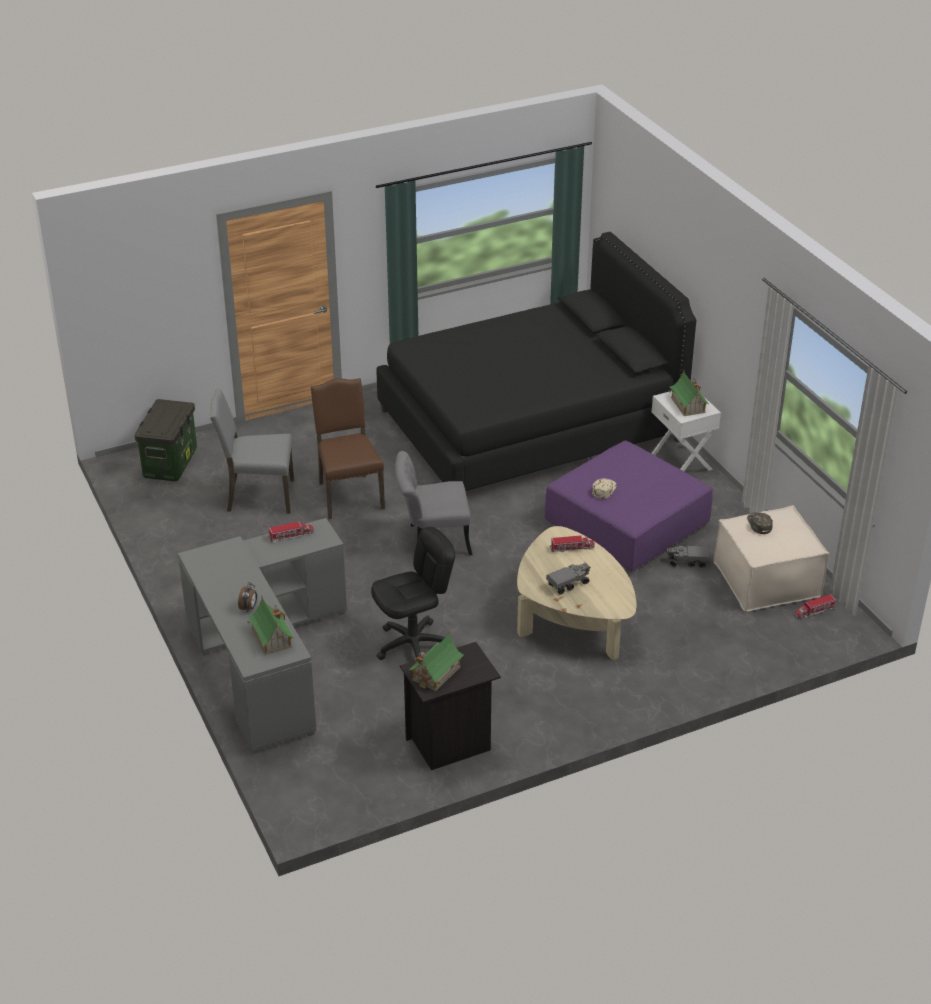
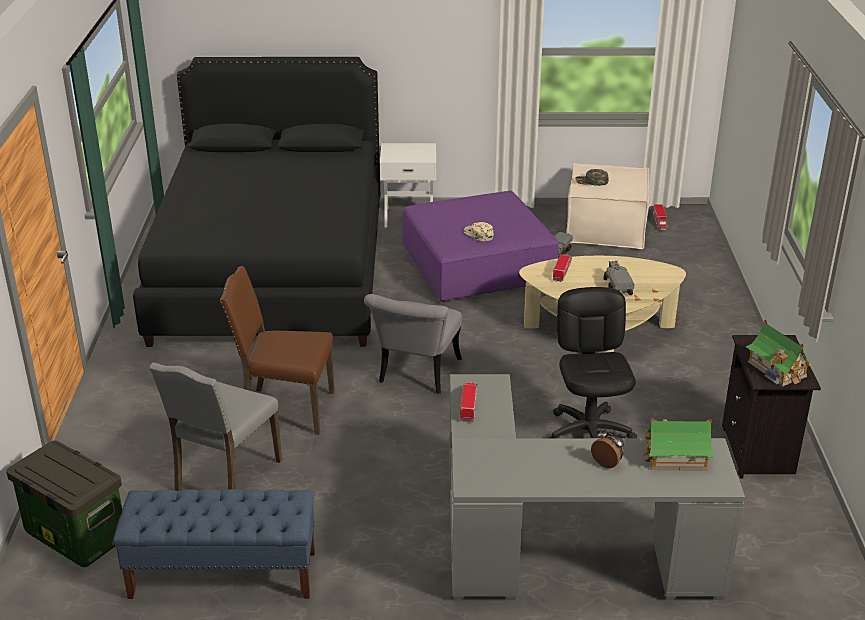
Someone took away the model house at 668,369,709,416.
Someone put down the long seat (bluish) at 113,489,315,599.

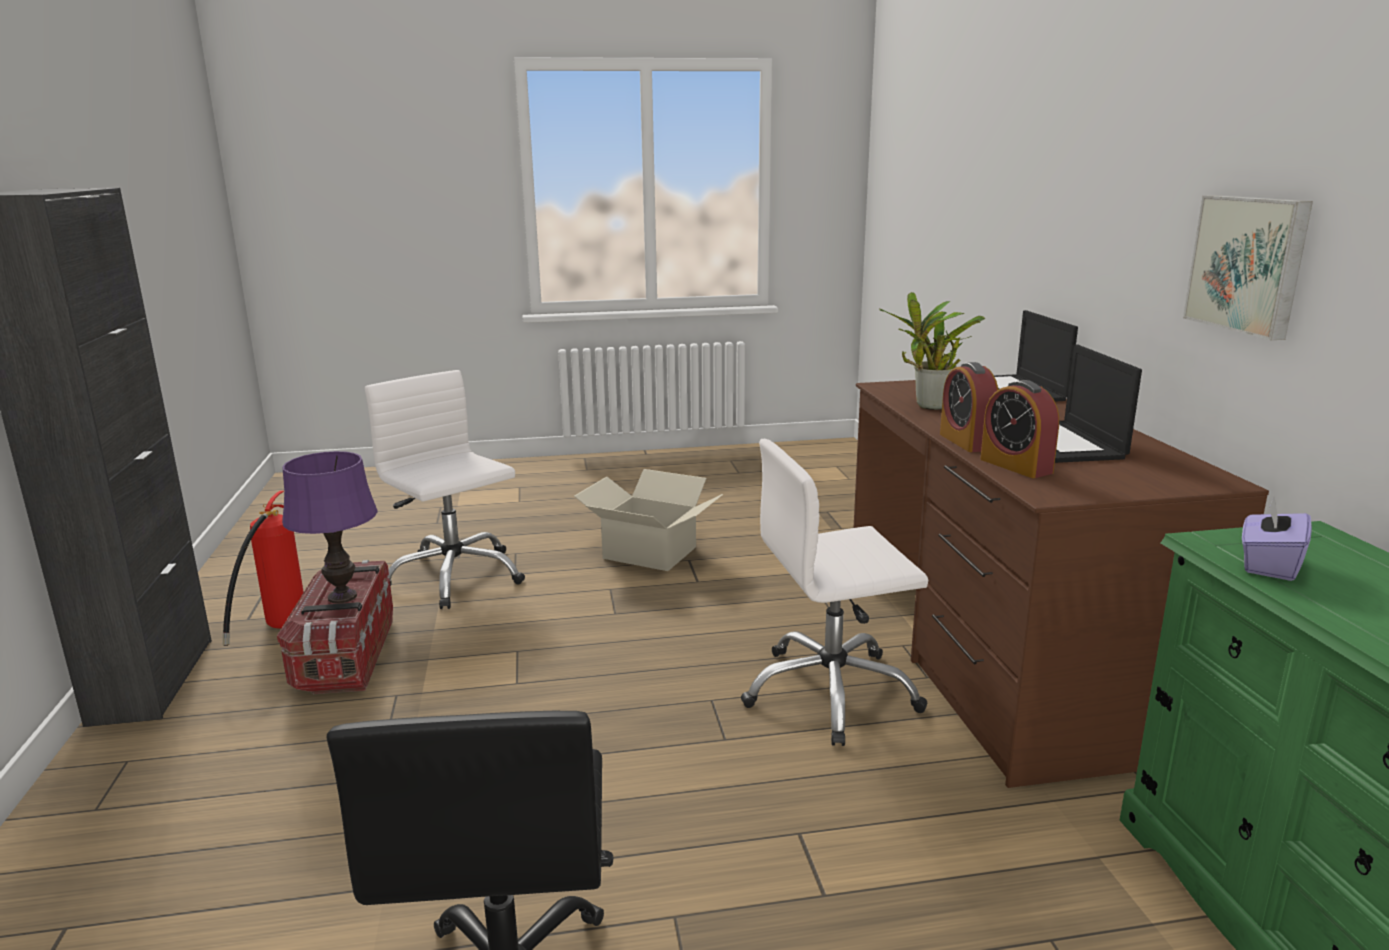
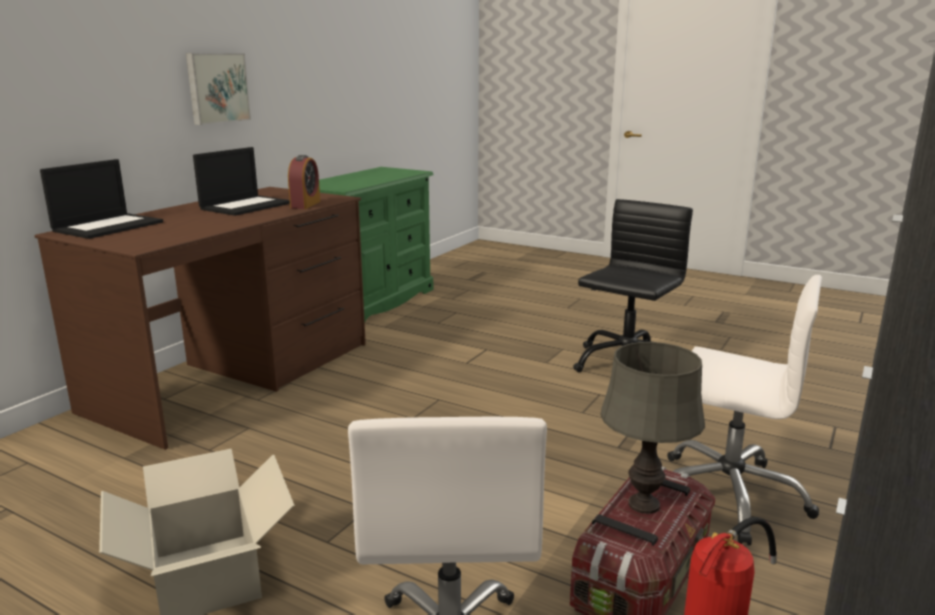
Someone repainted the tabletop lamp (purplish) at 282,451,378,604, which became the tabletop lamp (grey) at 600,342,705,514.
Someone carried the desk chair (white-coloured) from 741,439,928,746 to 667,275,822,546.
Someone took away the potted plant at 879,292,985,410.
Someone took away the table clock at 940,362,999,452.
Someone took away the tissue holder (purplish) at 1242,496,1312,581.

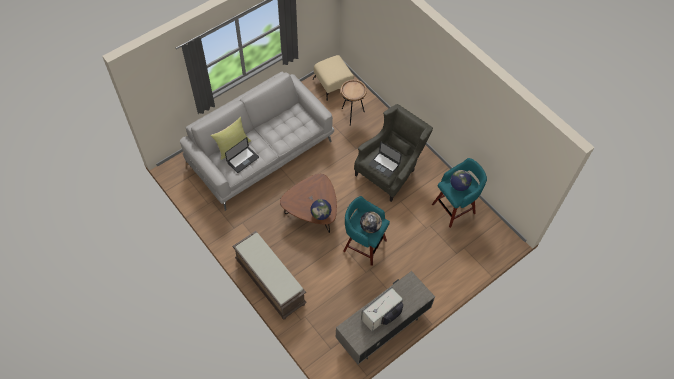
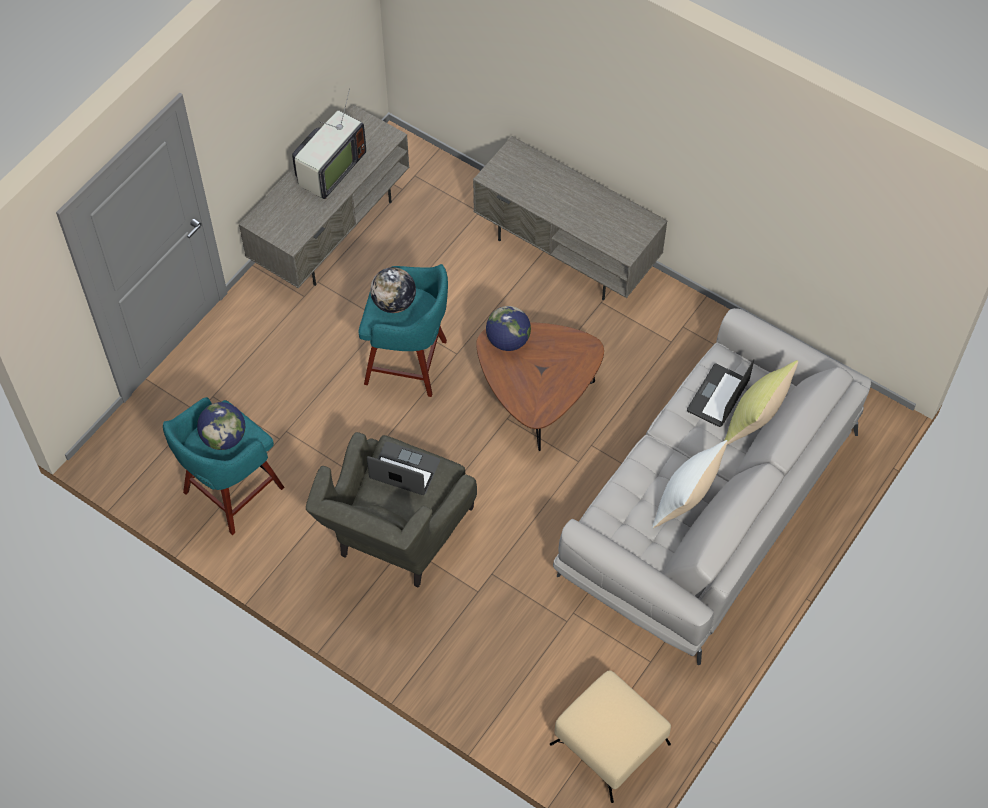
Someone swapped the long seat (brown) at 232,231,307,320 for the tv unit (grey) at 473,136,668,300.
Someone took away the end table (brown) at 341,79,367,126.
Someone put down the throw pillow (white-coloured) at 652,440,728,528.

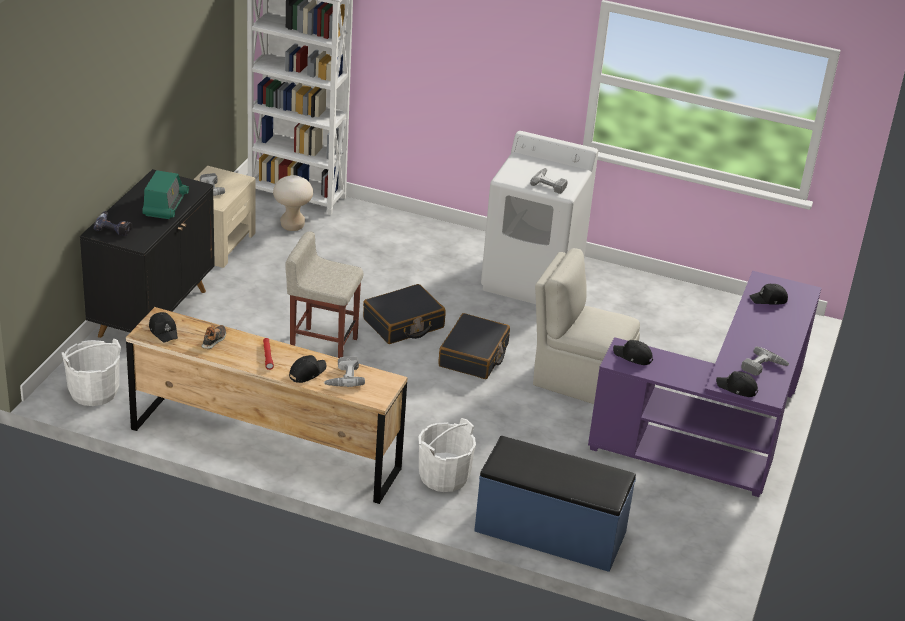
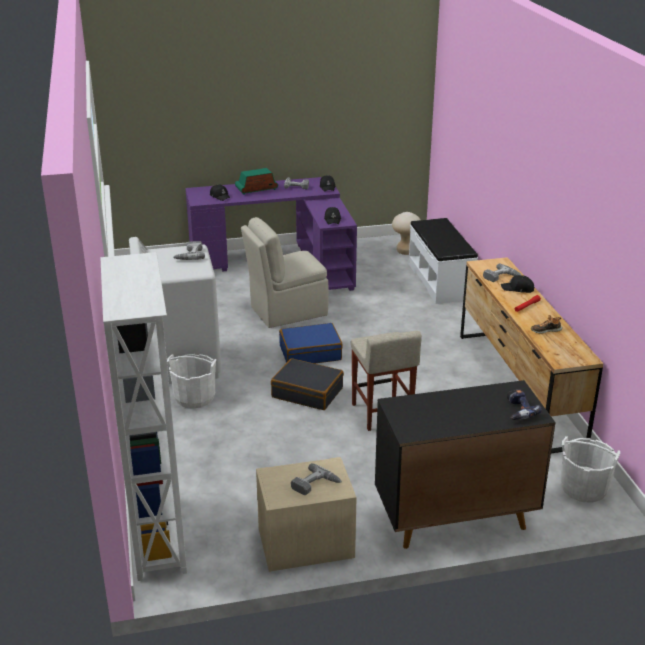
Someone carried the radio receiver from 142,170,189,219 to 235,168,278,195.
Someone took away the peaked cap (black) at 149,312,178,342.
Someone carried the stool (beige) from 273,175,313,231 to 392,212,420,255.
Someone carried the pail (white-coloured) from 418,418,476,492 to 167,354,217,408.
Someone repainted the suitcase (black) at 438,313,510,379, which became the suitcase (bluish) at 279,323,343,364.
Someone repainted the long seat (bluish) at 474,436,636,572, which became the long seat (white-coloured) at 409,218,478,304.
Someone rotated the chair (beige) at 533,248,640,404 by 75 degrees clockwise.

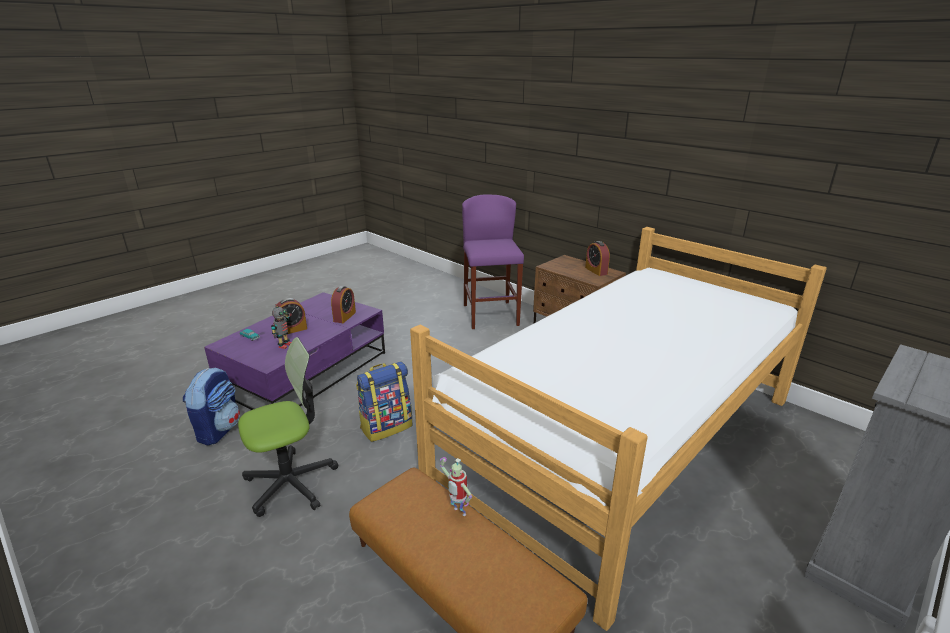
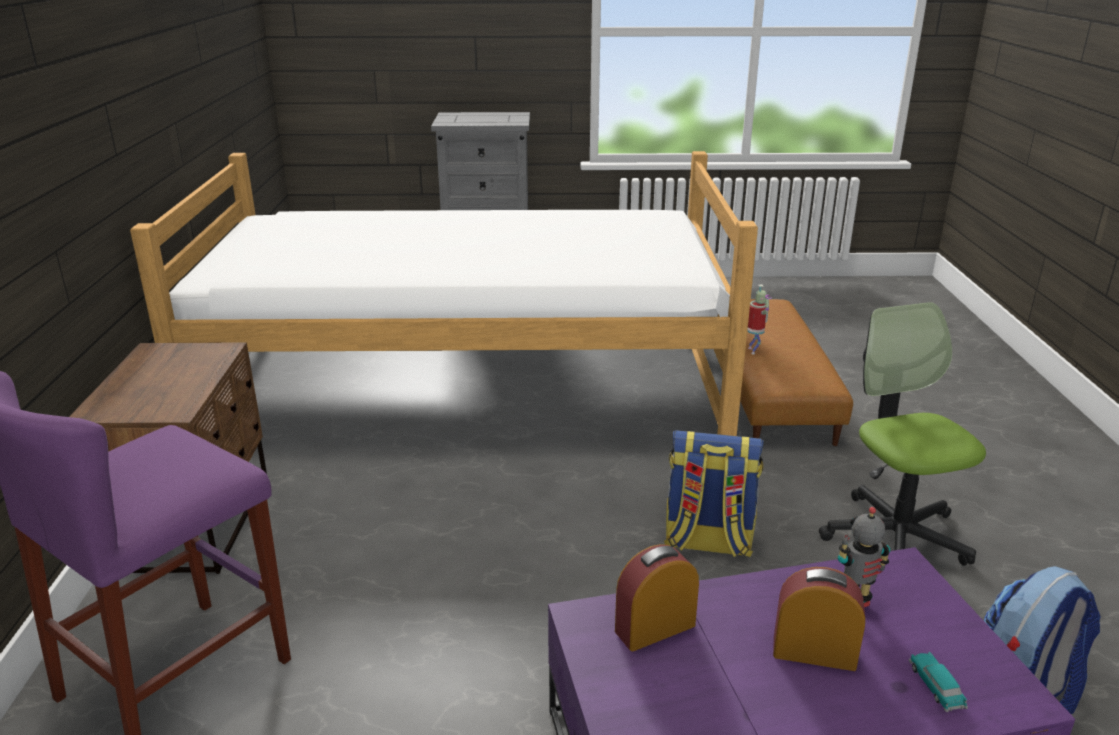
Someone rotated the desk chair at 238,337,338,517 by 60 degrees clockwise.
Someone took away the table clock at 585,241,610,276.

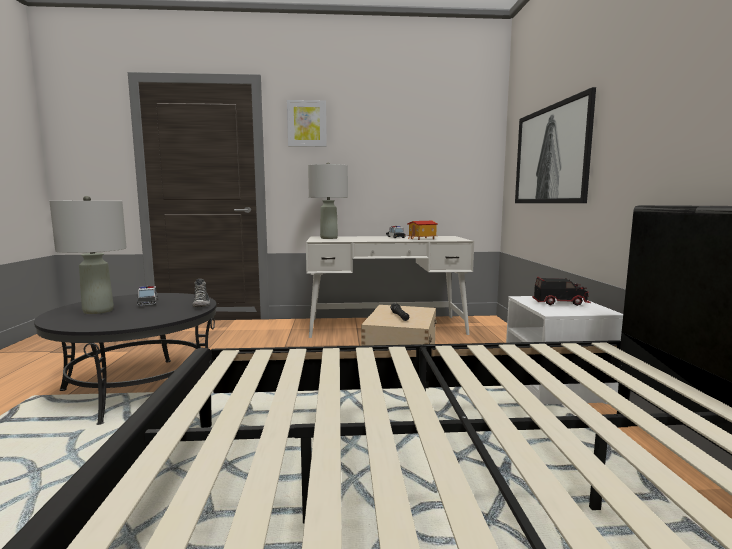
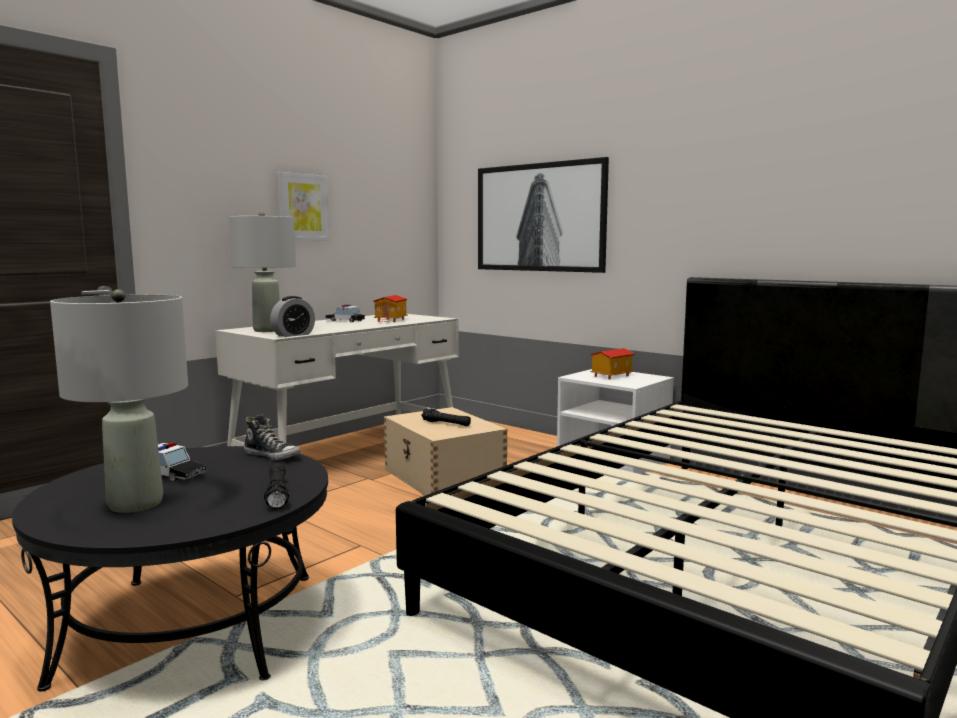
Someone carried the wall picture from 287,100,327,147 to 277,172,330,240.
Someone swapped the model truck at 532,277,591,306 for the model house at 590,348,634,379.
Someone put down the hand torch (black) at 264,463,289,510.
Someone put down the table clock at 270,296,315,337.

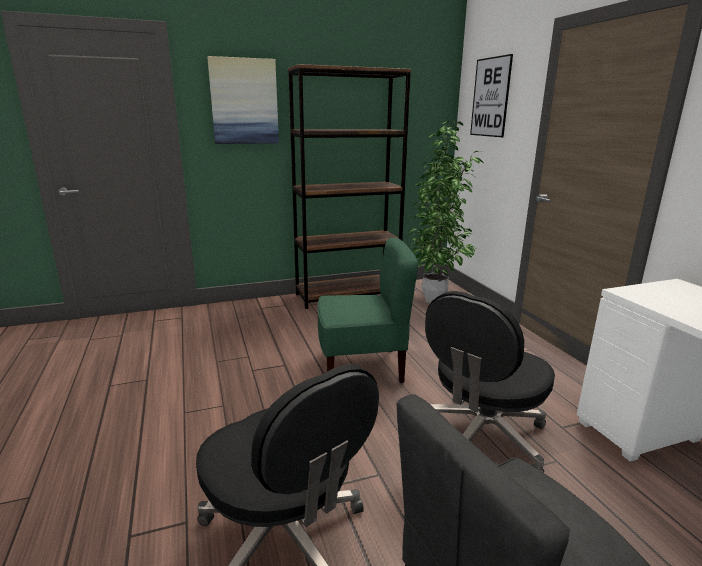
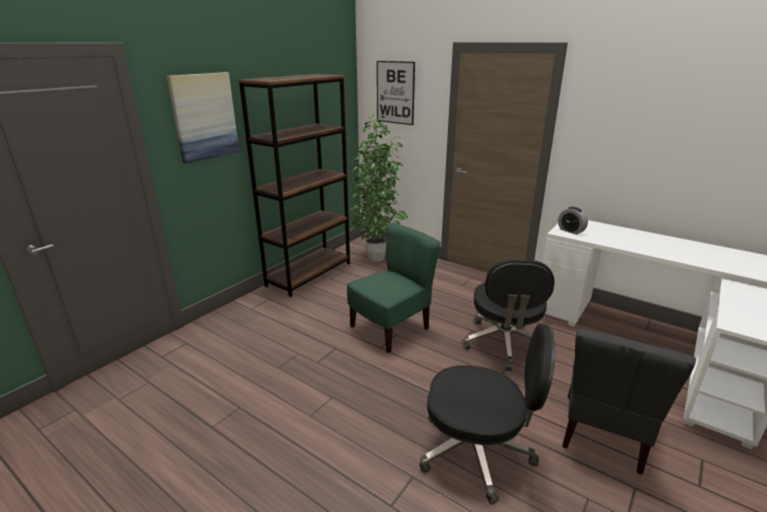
Someone put down the table clock at 558,207,588,235.

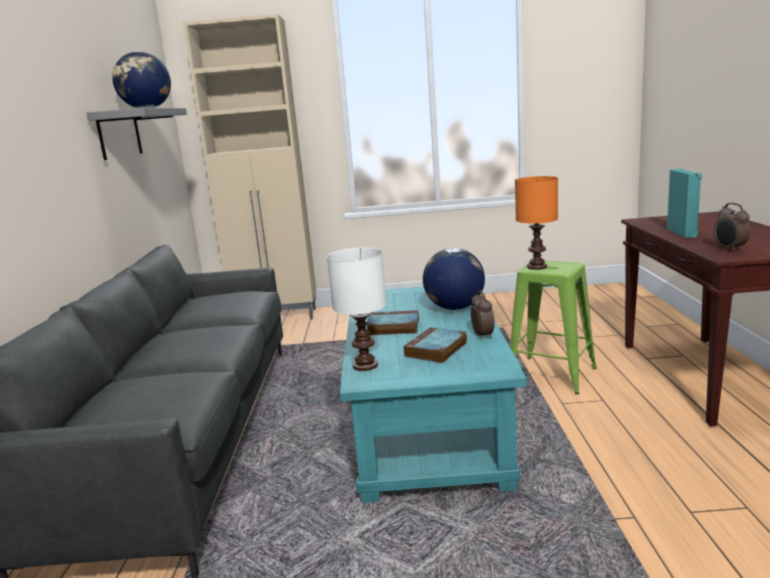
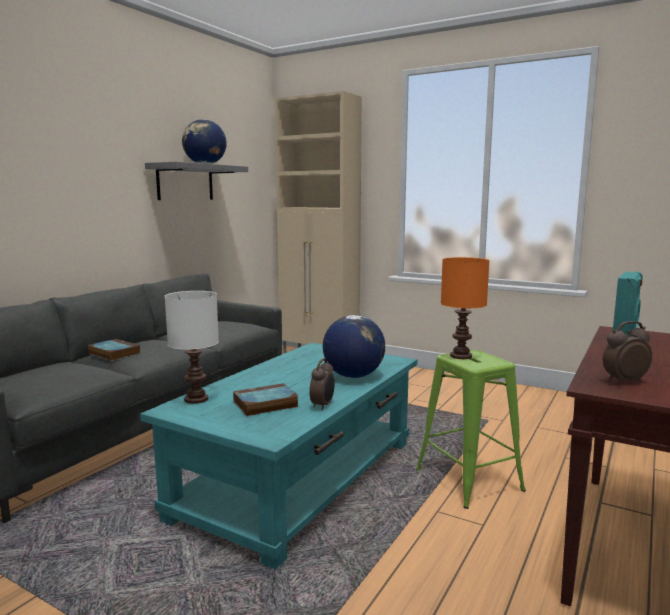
Someone carried the book from 366,310,419,335 to 88,339,140,361.
Someone rotated the table clock at 714,203,751,252 by 60 degrees clockwise.

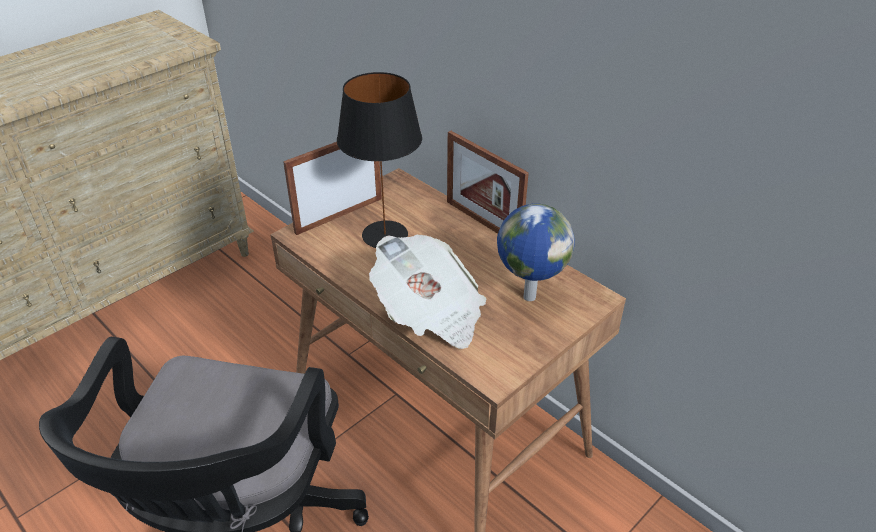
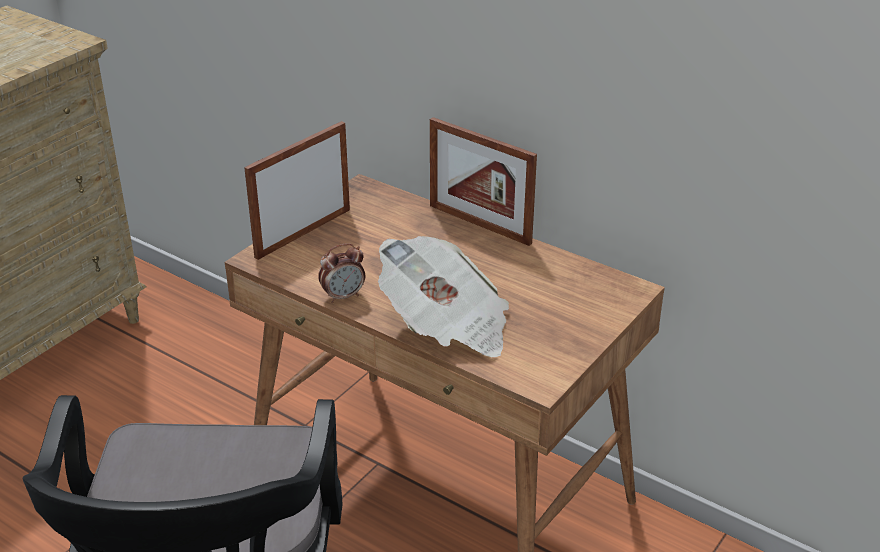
Someone took away the tabletop lamp (black) at 337,72,422,248.
Someone took away the globe at 497,204,575,301.
Someone put down the table clock at 318,243,365,303.

